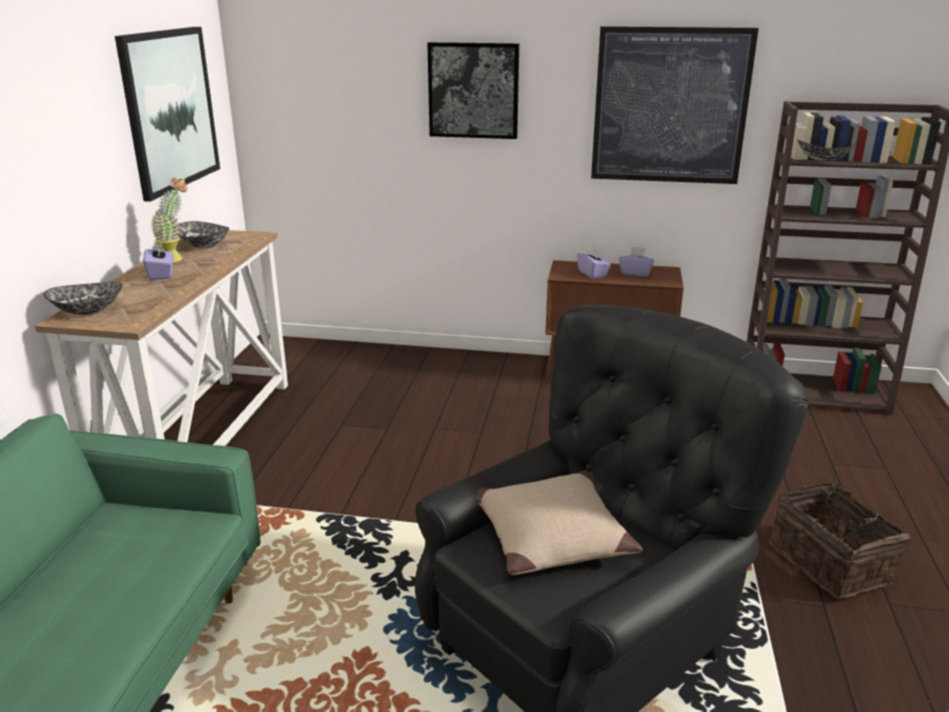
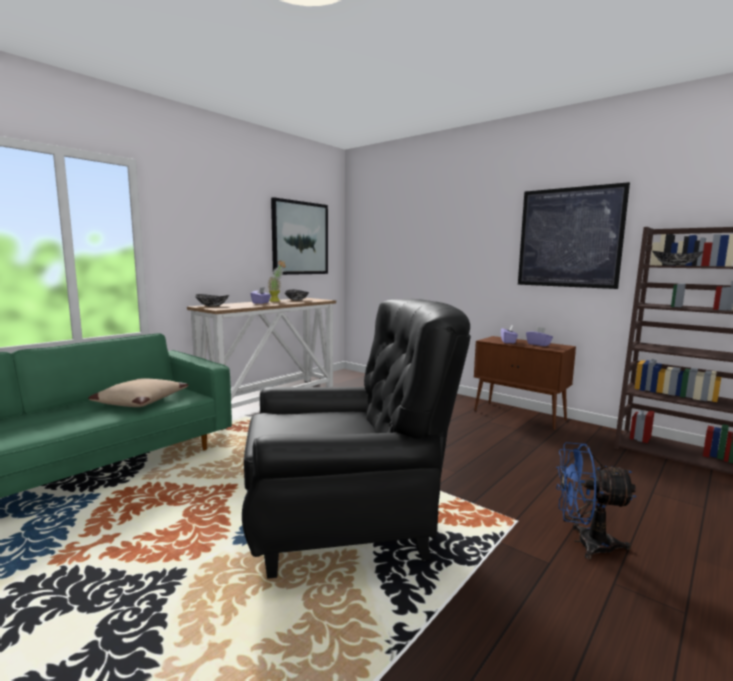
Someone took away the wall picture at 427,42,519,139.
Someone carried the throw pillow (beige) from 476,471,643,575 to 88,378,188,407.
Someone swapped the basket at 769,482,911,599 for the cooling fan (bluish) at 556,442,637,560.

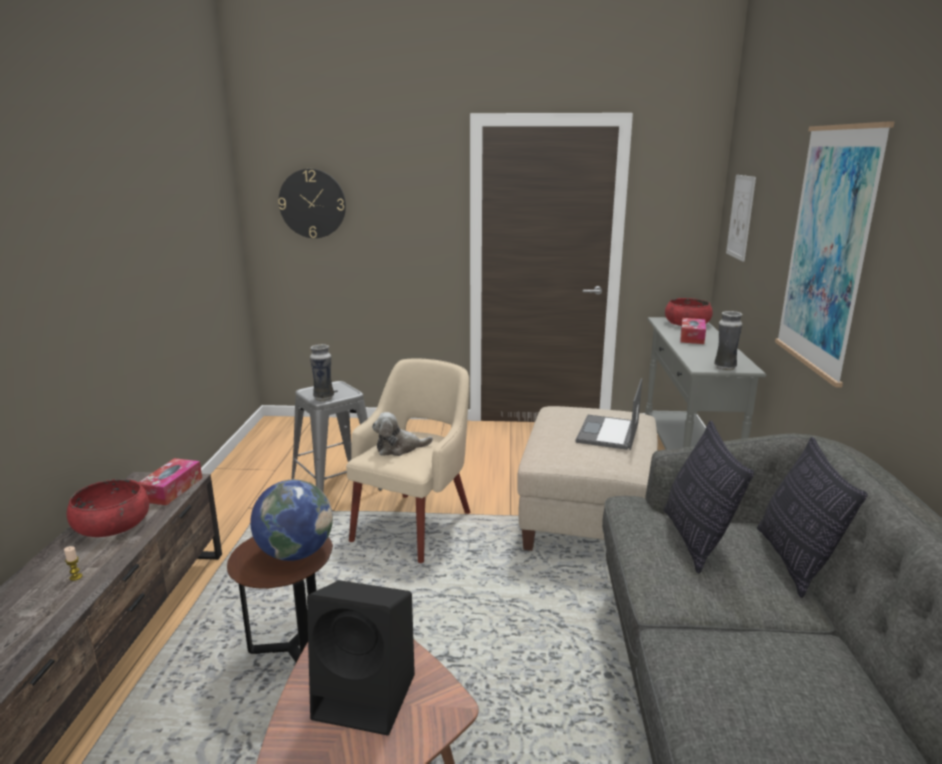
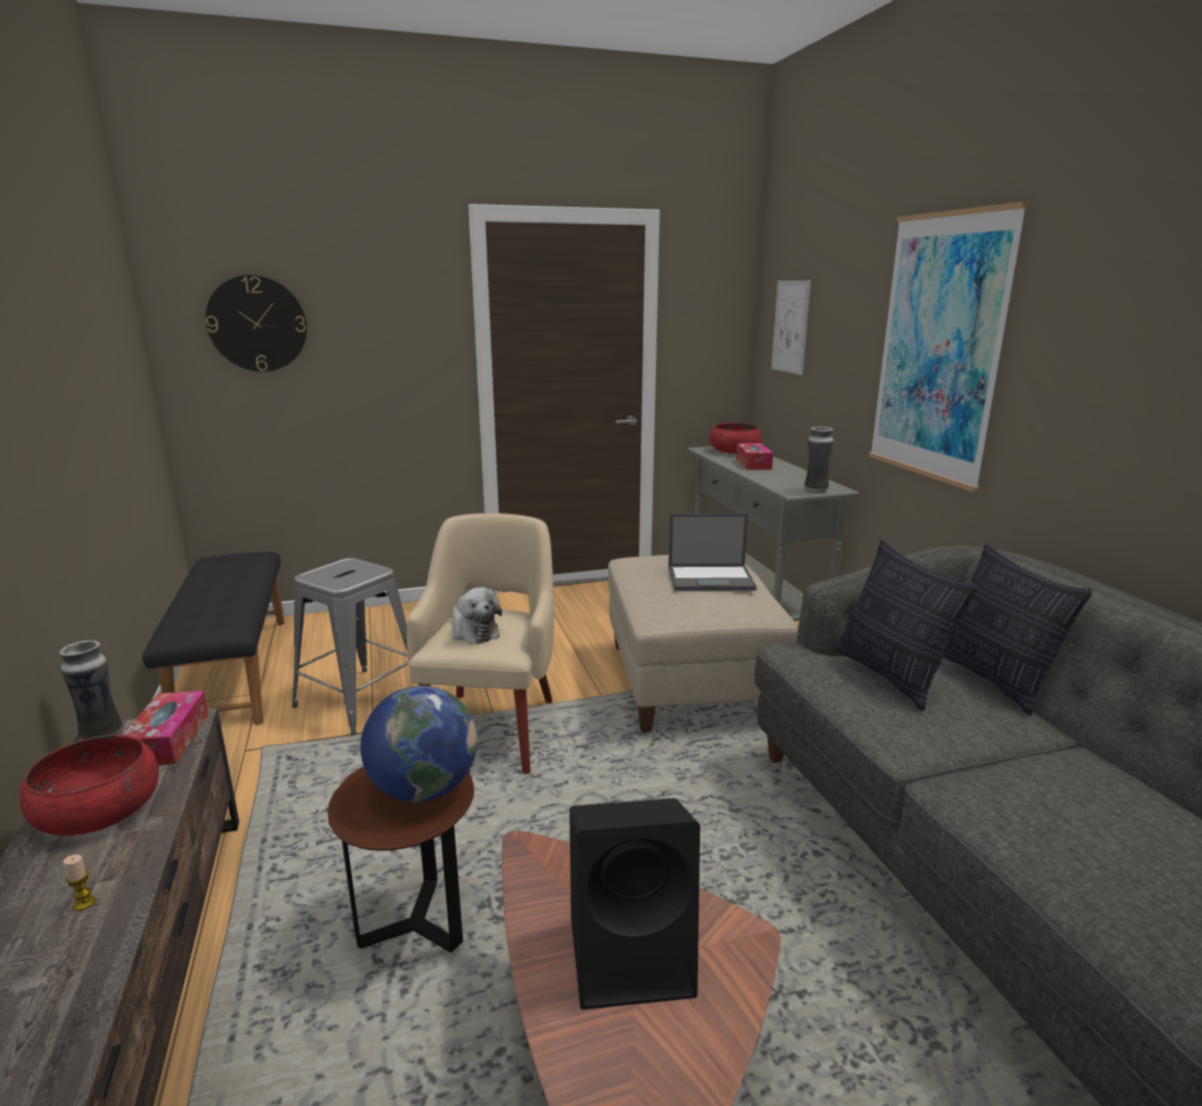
Someone carried the vase from 310,344,334,401 to 59,640,122,740.
Someone rotated the plush toy at 372,412,433,456 by 90 degrees counterclockwise.
Someone rotated the portable computer at 575,378,642,450 by 90 degrees counterclockwise.
Someone put down the long seat (black) at 142,552,285,725.

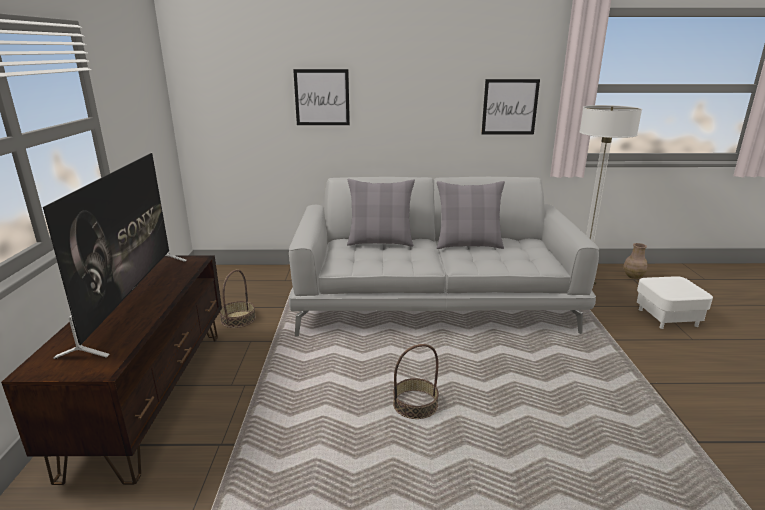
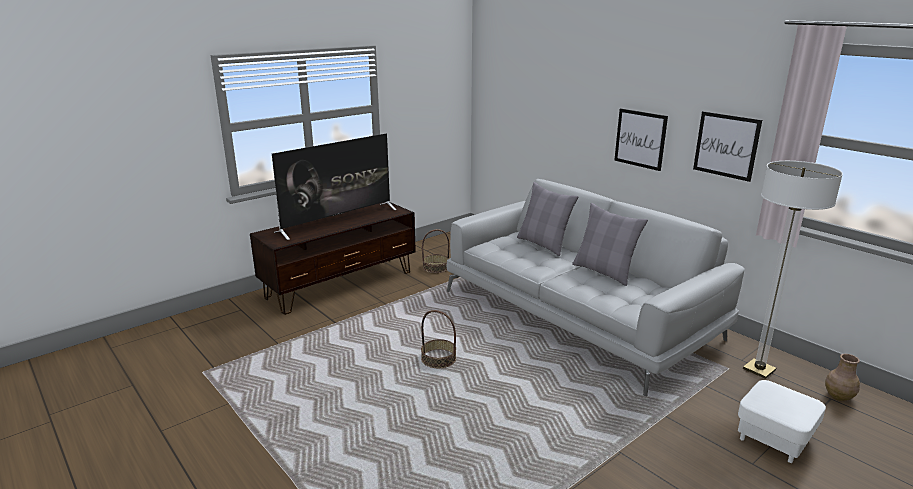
Someone carried the wall picture from 293,69,350,125 to 614,108,668,171.

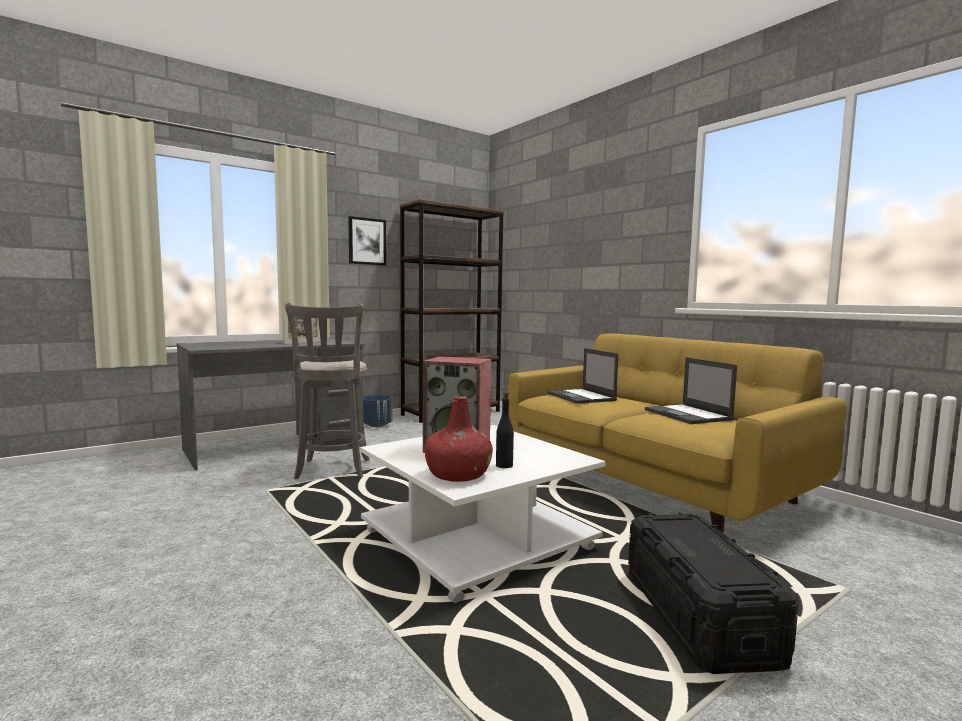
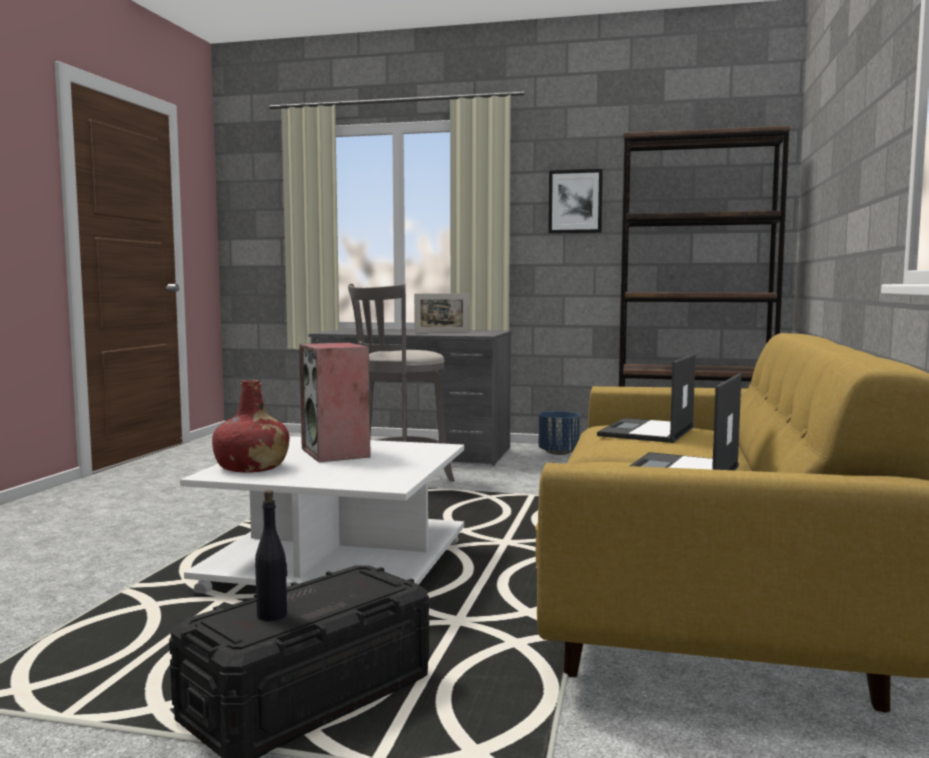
Someone carried the beverage bottle (black) from 496,392,514,468 to 255,490,287,621.

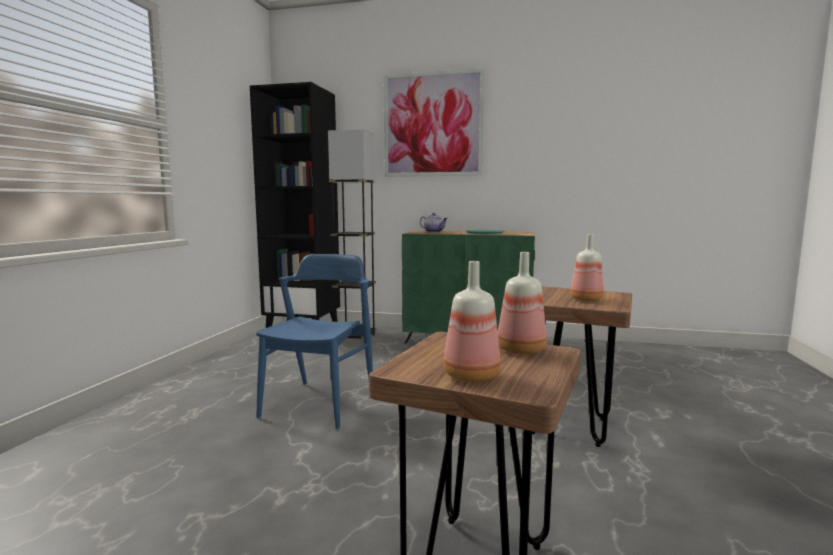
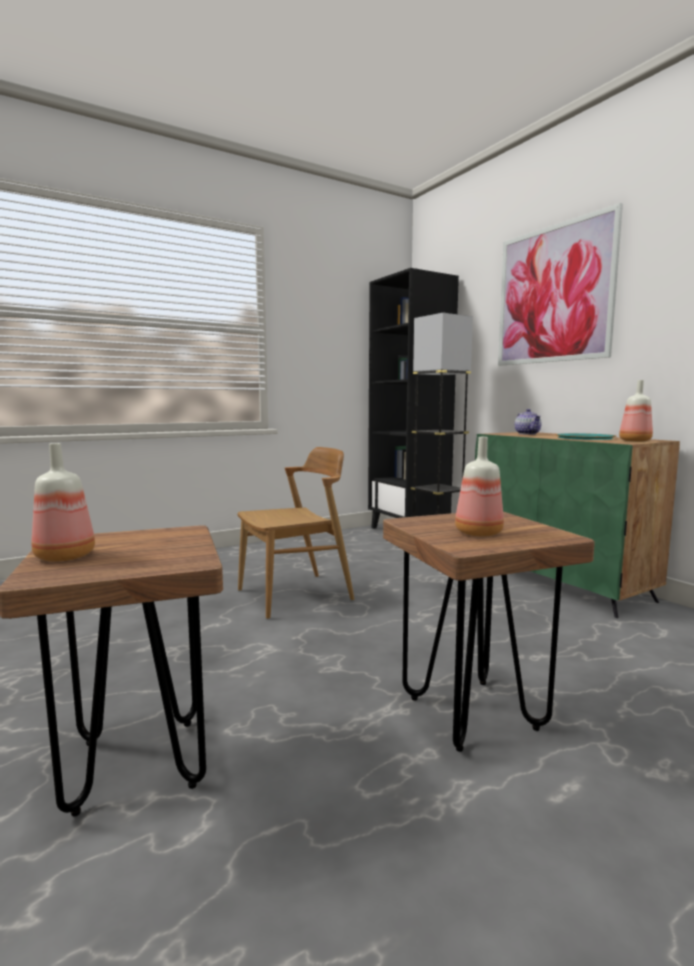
Someone repainted the chair (bluish) at 256,254,373,429, which became the chair (brown) at 238,447,354,619.
Someone carried the beverage bottle from 498,252,546,355 to 619,380,653,442.

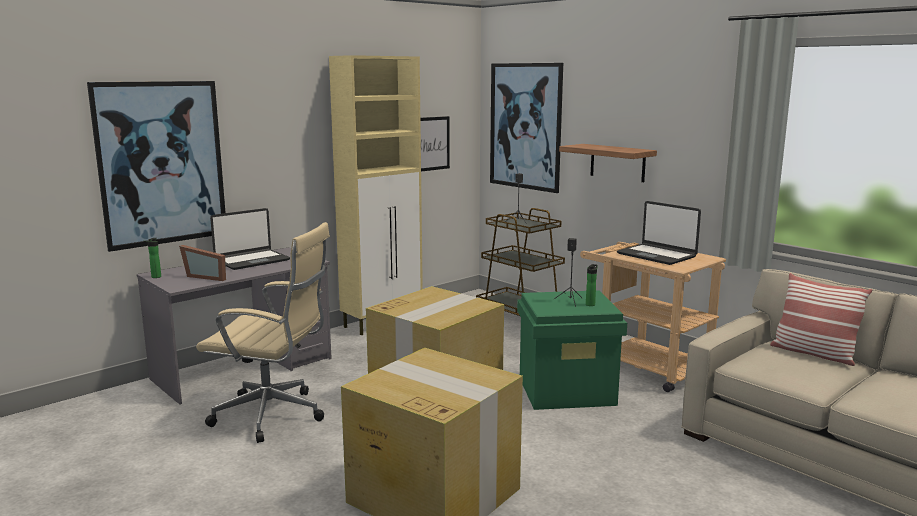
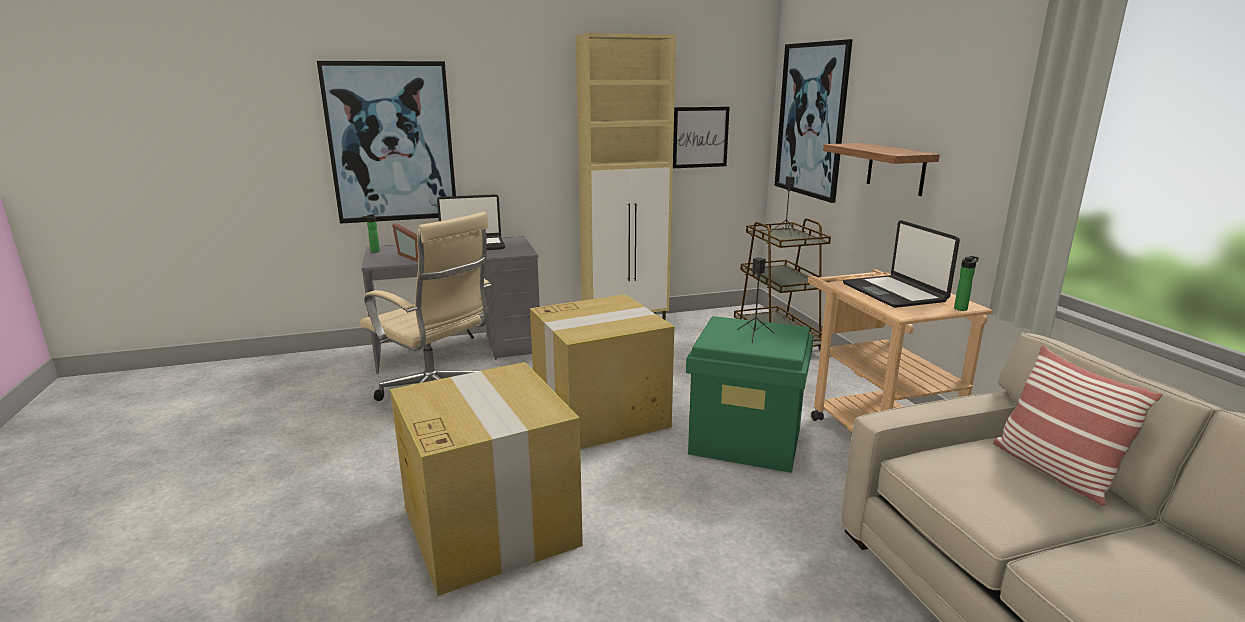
Someone carried the beverage bottle from 586,264,598,306 to 954,256,979,311.

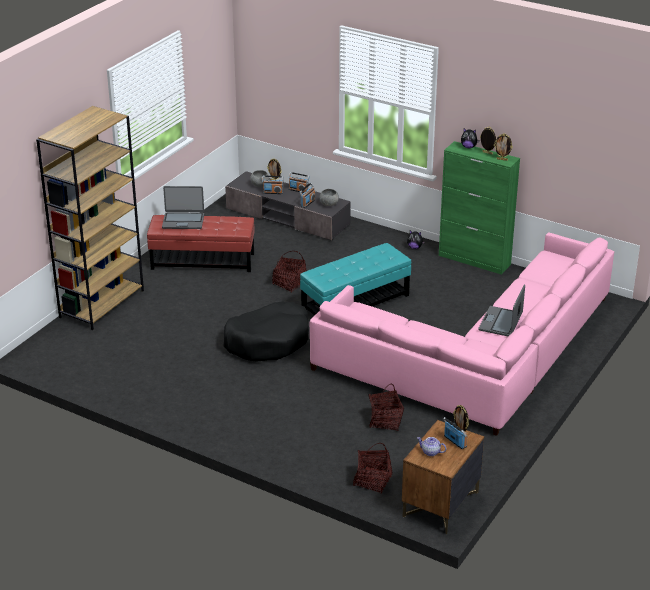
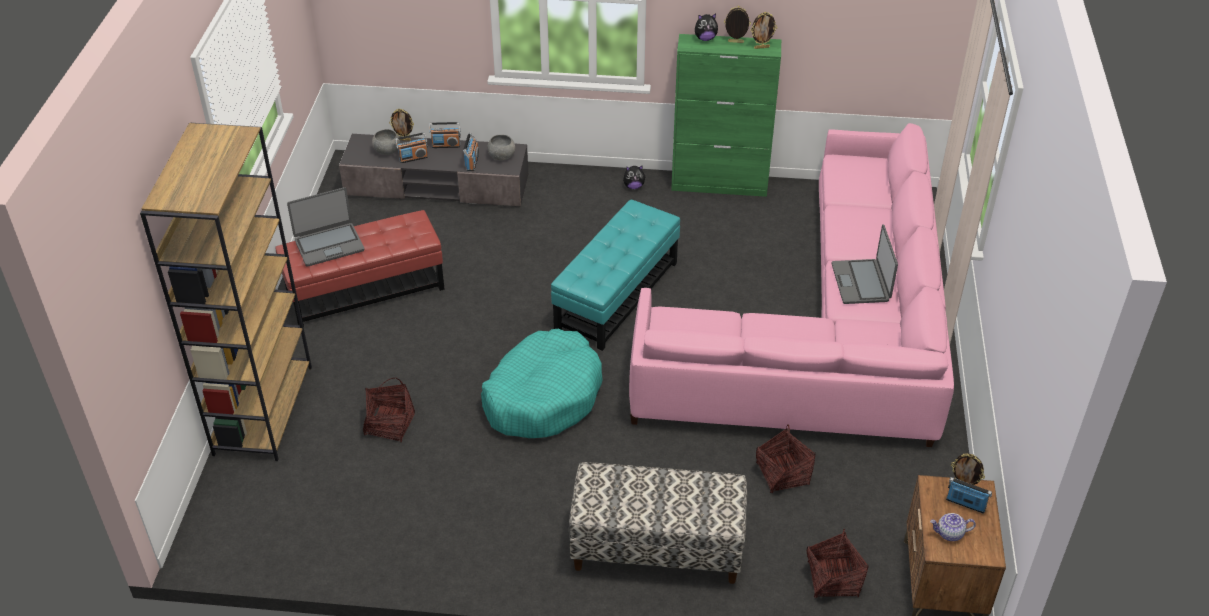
Someone repainted the dog bed (black) at 223,301,309,362, which became the dog bed (turquoise) at 481,329,603,438.
Someone carried the basket from 272,251,306,293 to 363,377,415,443.
Someone put down the long seat at 569,462,747,584.

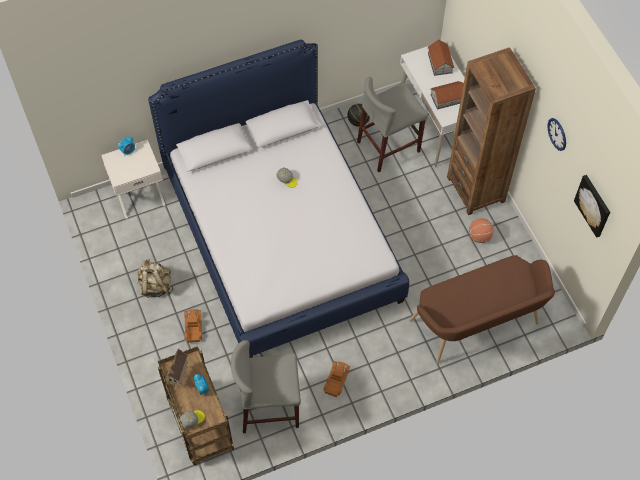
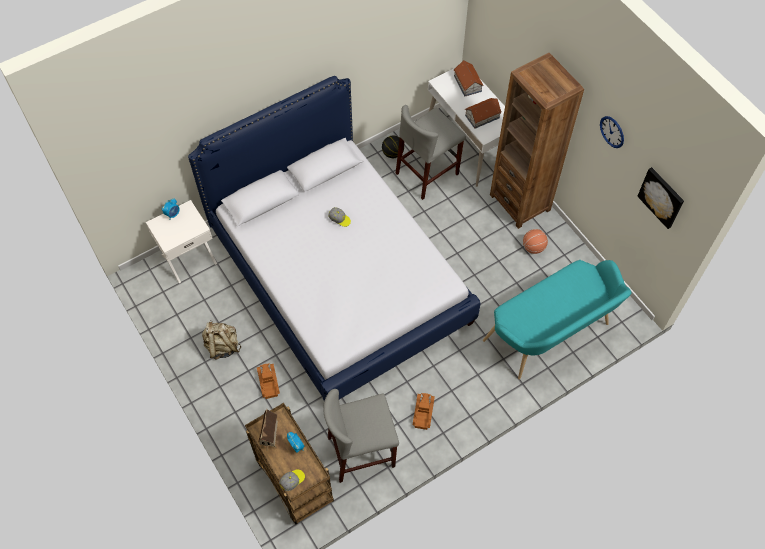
Someone repainted the long seat (brown) at 409,255,555,364, which became the long seat (turquoise) at 483,260,631,379.

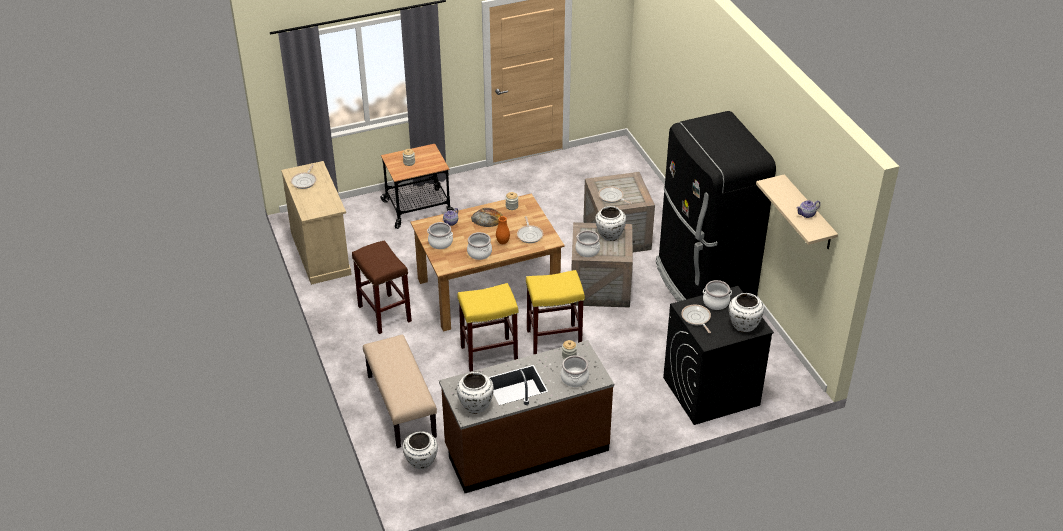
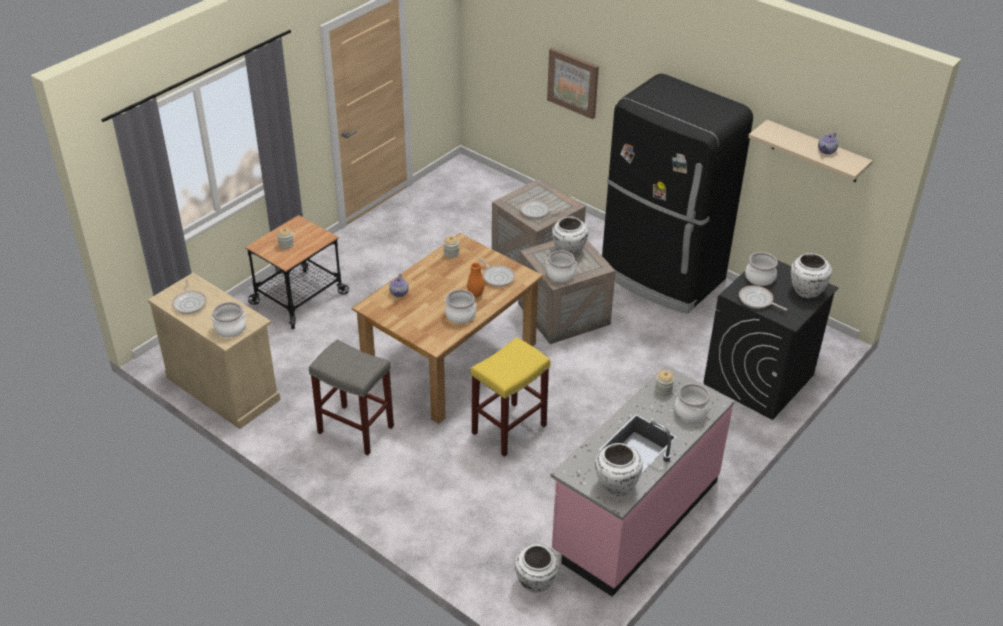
Someone repainted the stool (brown) at 352,240,412,334, which became the stool (grey) at 309,340,394,455.
Someone took away the long seat (beige) at 363,335,437,448.
Someone carried the saucepot from 427,222,453,249 to 211,302,246,337.
Someone repainted the kitchen counter (brown) at 439,340,614,493, which became the kitchen counter (pinkish) at 550,365,734,597.
Someone took away the baked bread at 471,208,503,227.
Someone took away the stool (yellow-coloured) at 526,270,585,354.
Someone put up the wall picture at 547,48,599,119.

